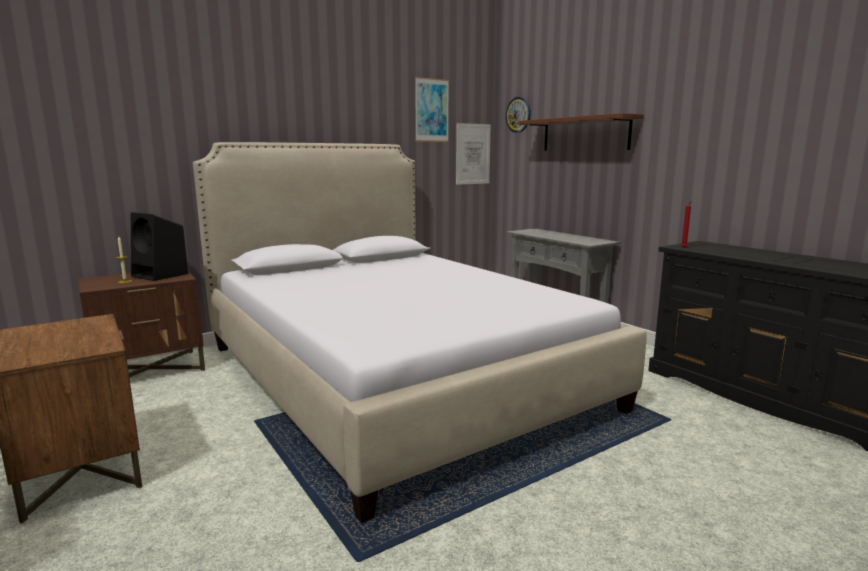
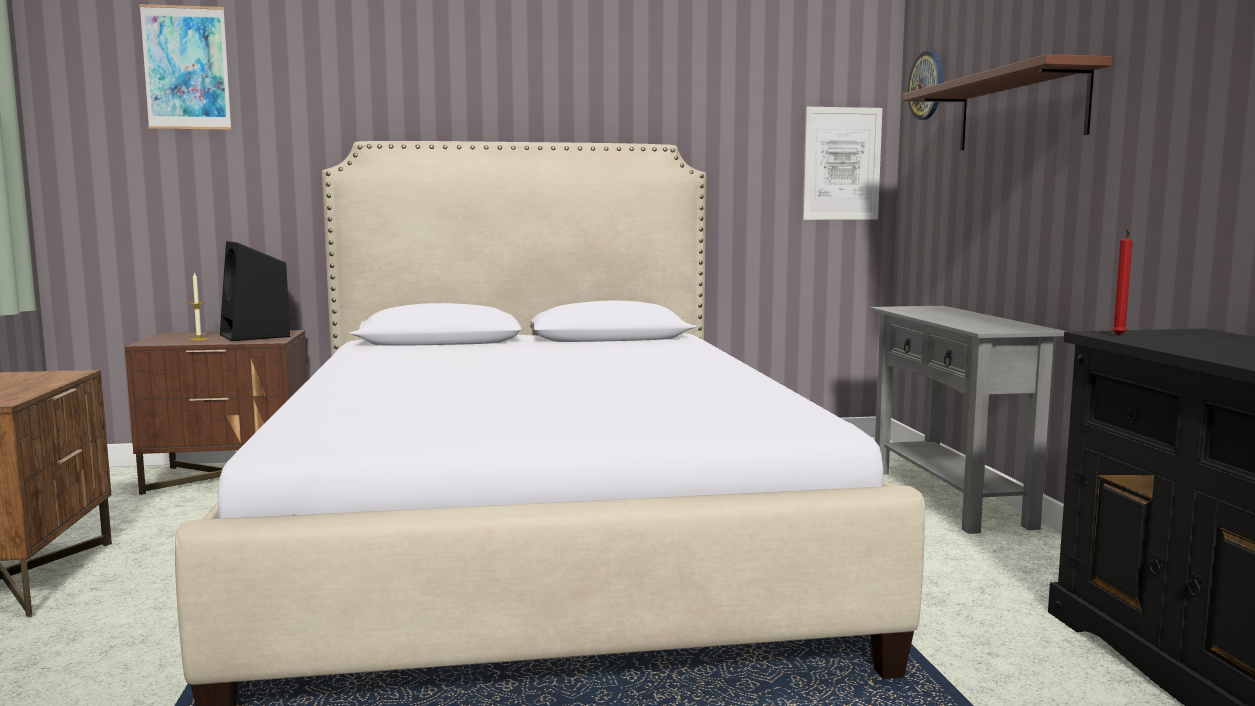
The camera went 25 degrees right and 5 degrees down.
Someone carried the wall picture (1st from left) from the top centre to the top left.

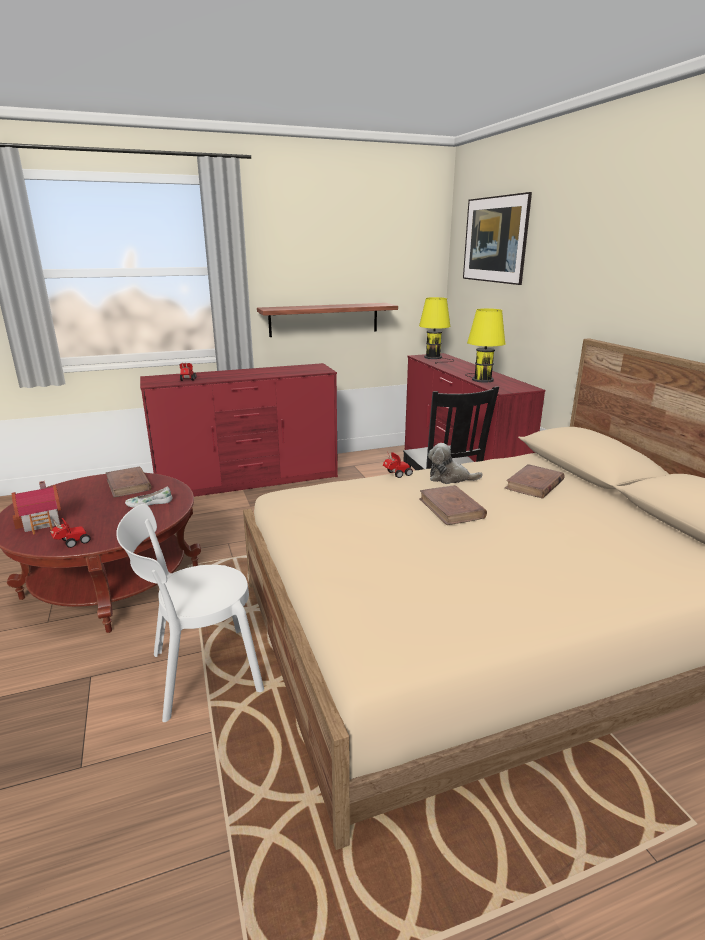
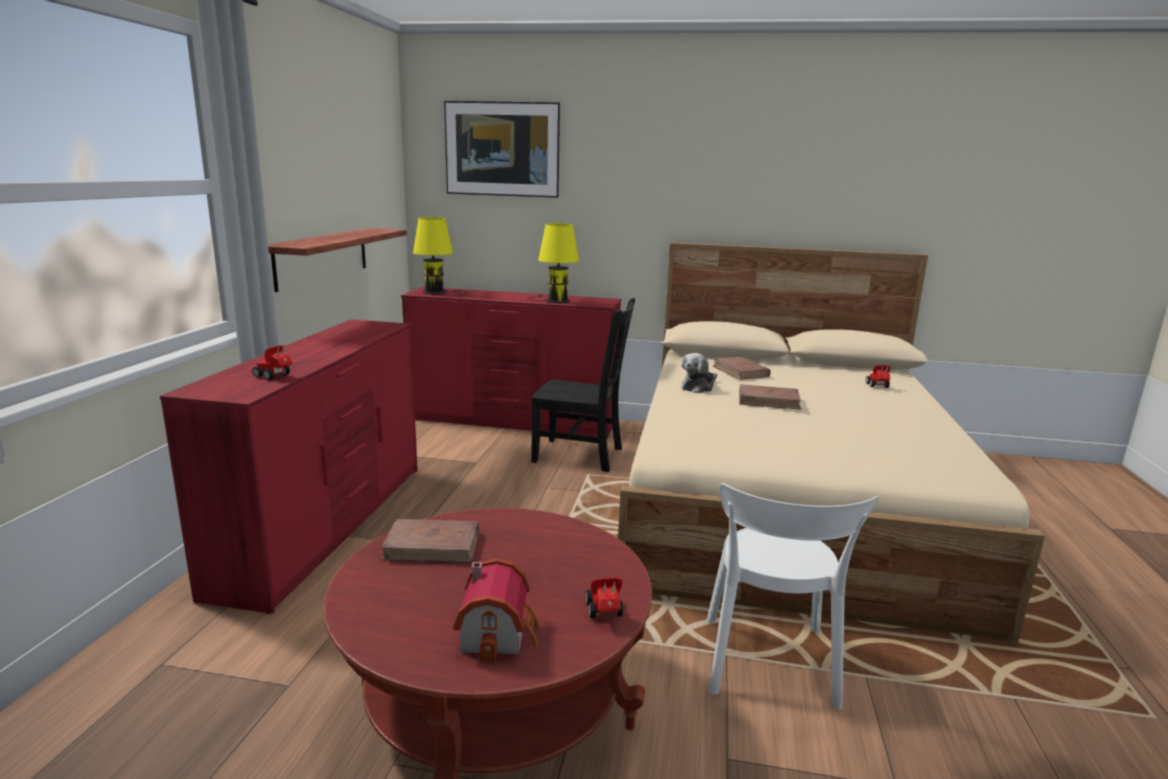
The camera went 60 degrees left and 5 degrees down.
Someone took away the white item of footwear at the middle left.
Someone carried the miniature car (3rd from left) from the centre to the middle right.

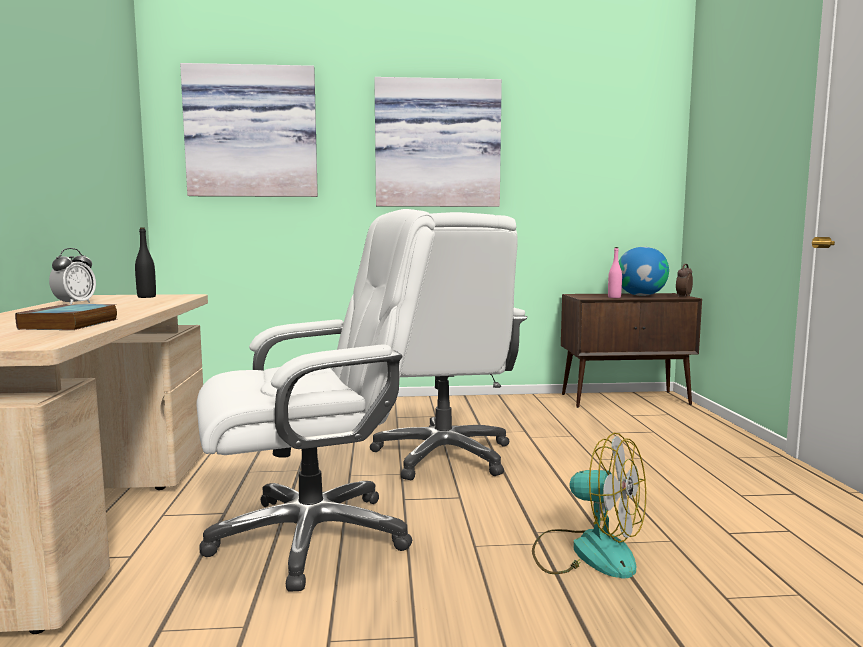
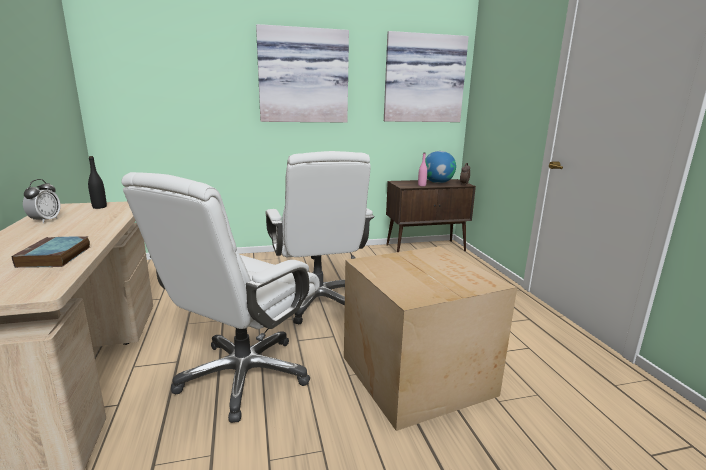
The camera went 10 degrees left and 10 degrees up.
Someone carried the wall picture (1st from left in the first image) from the top left to the top centre.
Someone rotated the white office chair (1st from left) at the centre by 150 degrees clockwise.
Someone swapped the electric fan at the bottom right for the carton at the bottom centre.

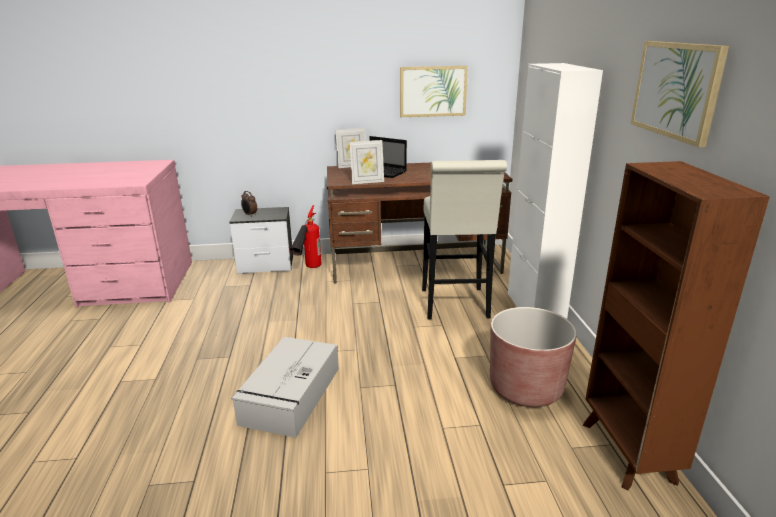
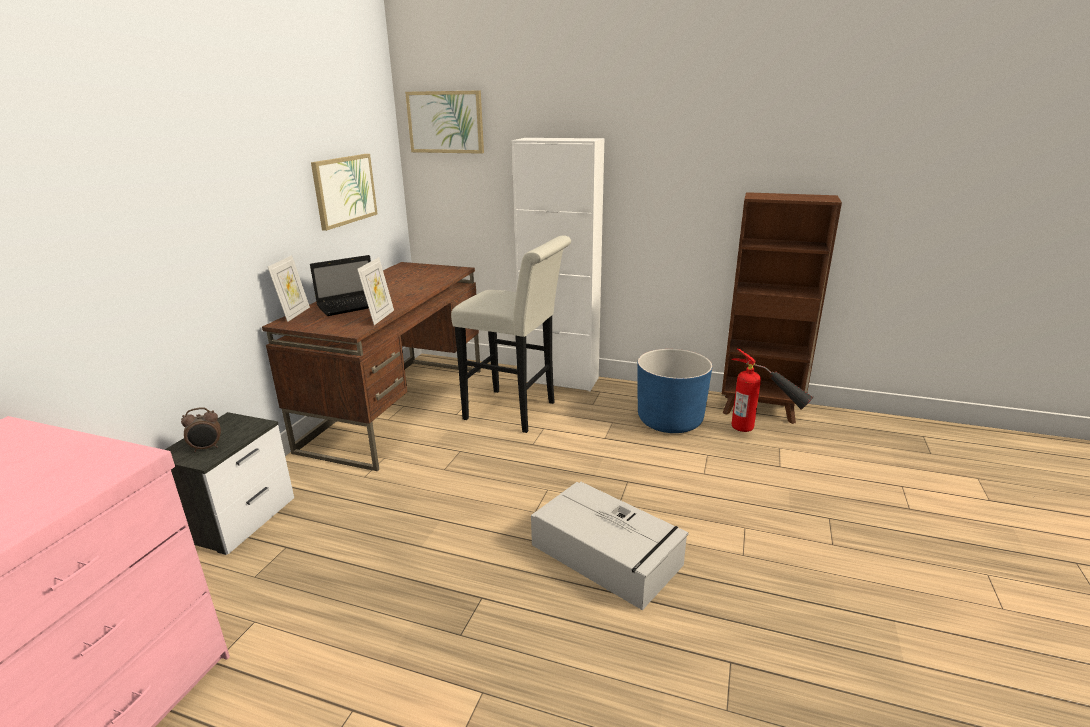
The camera went 65 degrees left and 0 degrees up.
Someone carried the fire extinguisher from the centre to the middle right.
Someone repainted the brownish planter at the bottom right, which became the blue planter at the centre.
Someone carried the wall picture (2nd from left) from the top right to the top centre.

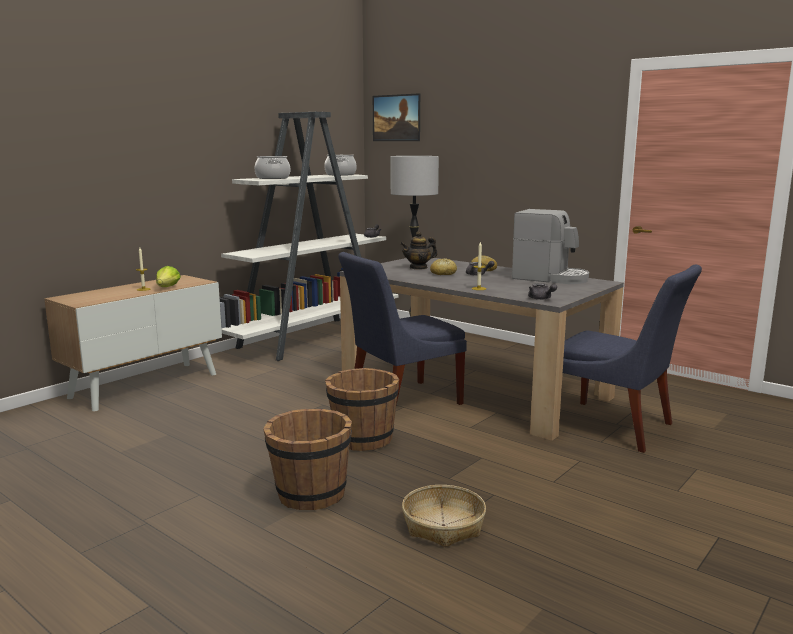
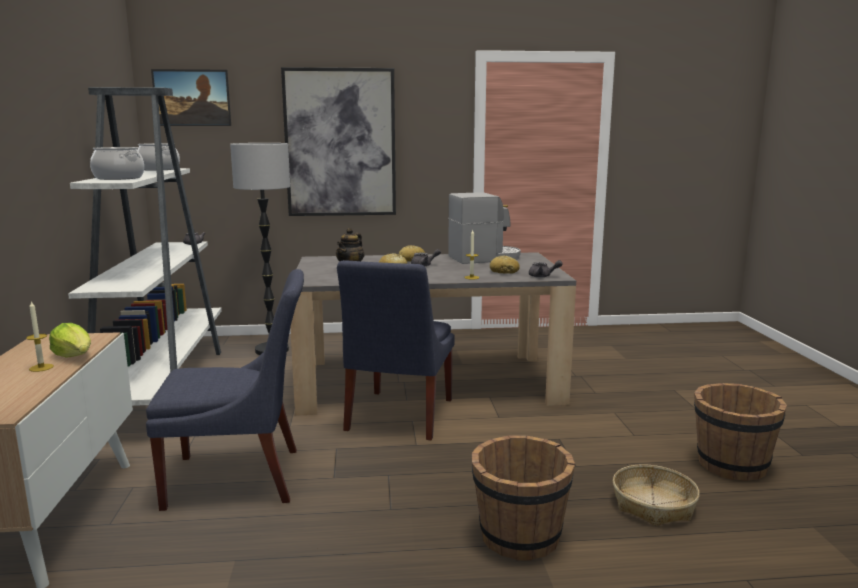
The camera went 45 degrees left and 0 degrees up.
Someone carried the brownish water bucket (2nd from left) from the centre to the bottom right.
Someone carried the blue plain chair (2nd from left in the first image) from the middle right to the middle left.
Someone put up the wall picture (2nd from left) at the top centre.
Someone put down the bakery bread (3rd from left) at the centre.

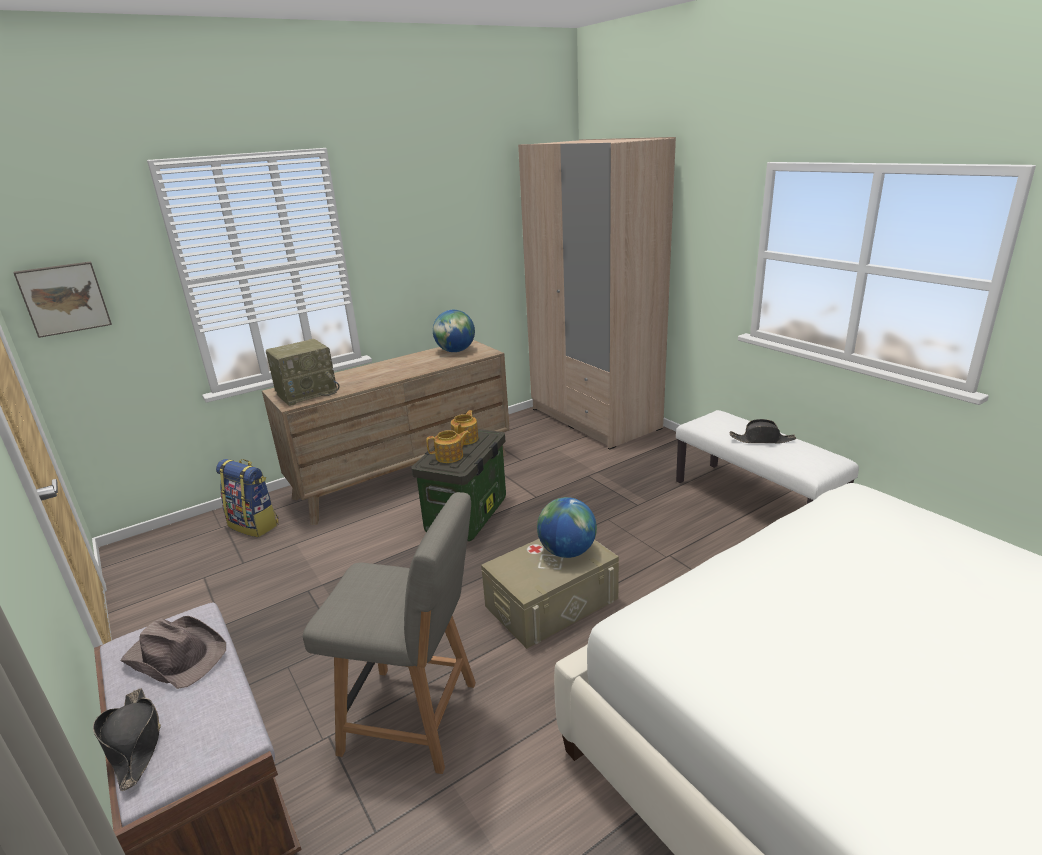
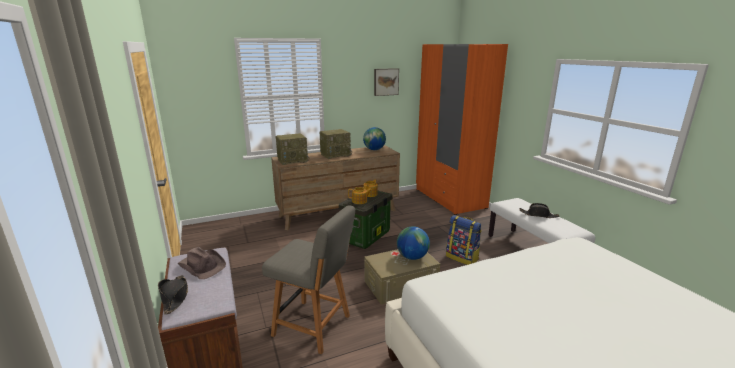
The camera went 10 degrees right and 5 degrees down.
Someone carried the wall picture from the middle left to the top centre.
Someone carried the knapsack from the middle left to the centre.
Someone repainted the beige armoire at the centre, which became the orange armoire at the centre.
Someone put down the radio set (2nd from left) at the centre.

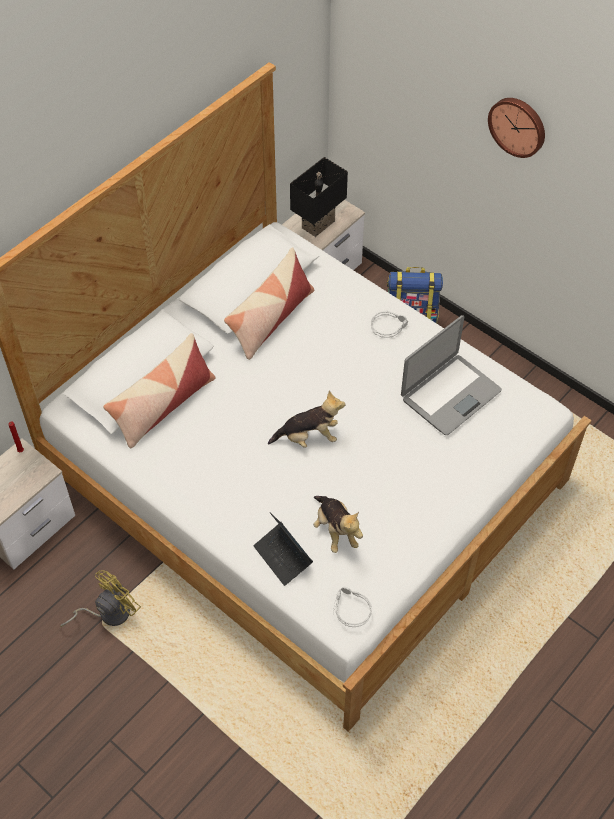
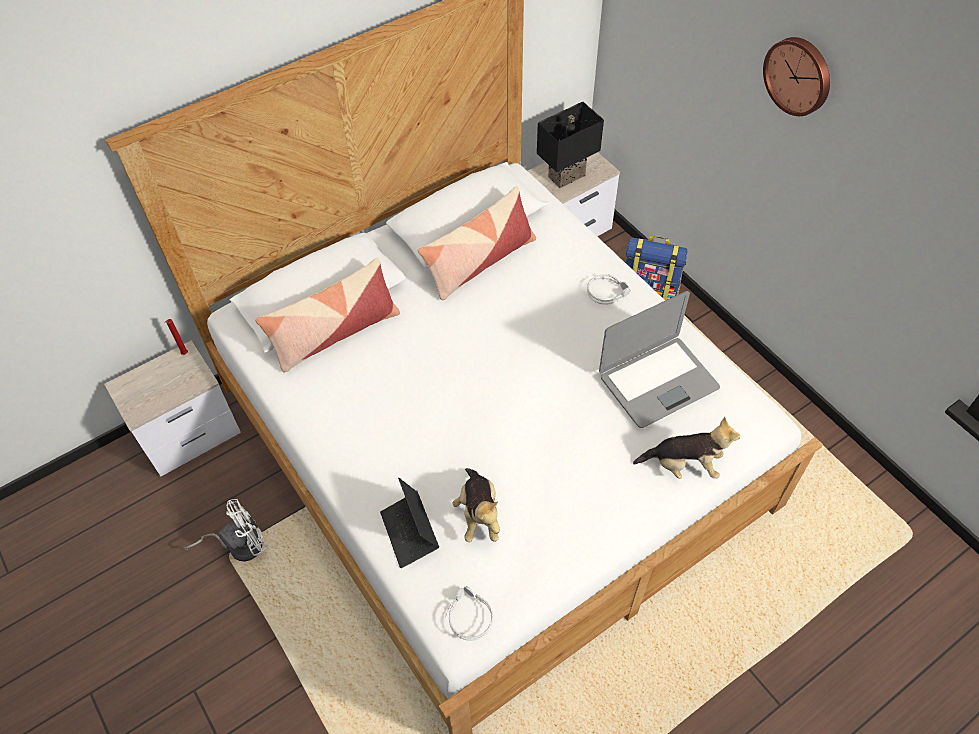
The camera went 15 degrees right and 0 degrees up.
Someone repainted the yellow-coloured electric fan at the bottom left, which became the white electric fan at the bottom left.
Someone carried the cuddly toy (1st from left in the first image) from the centre to the middle right.

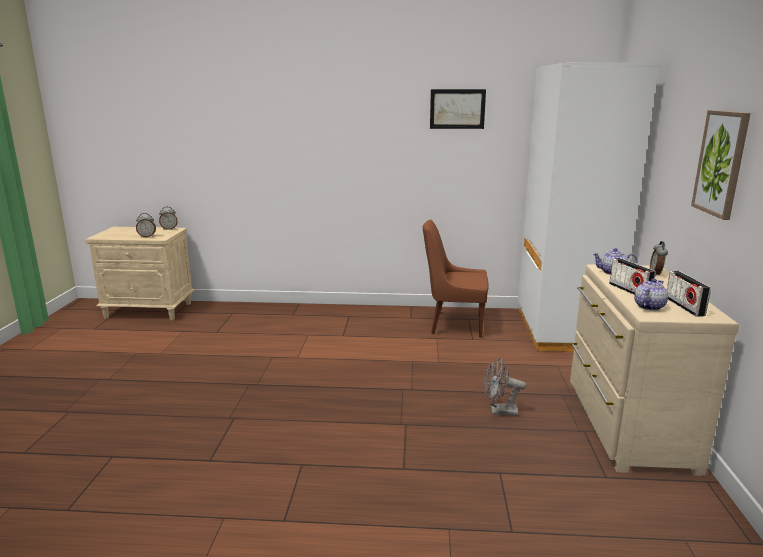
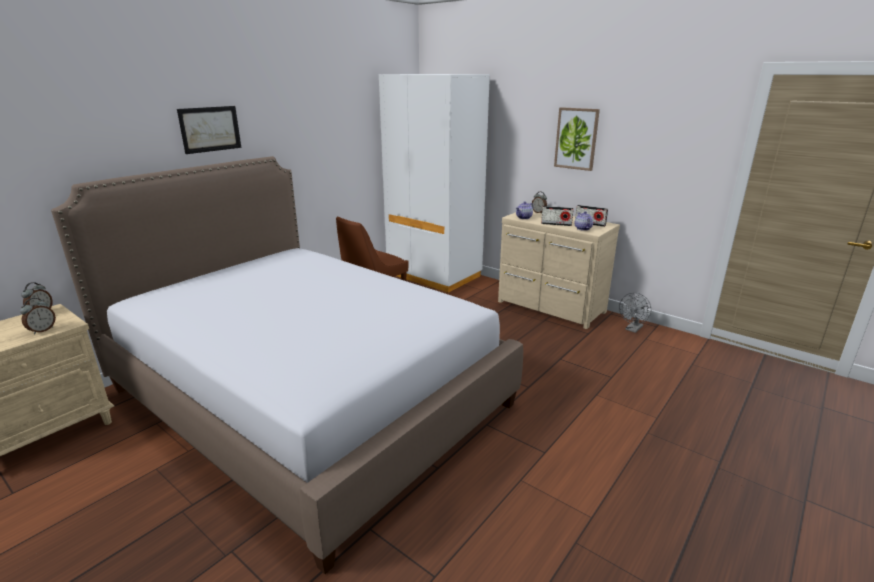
The camera went 55 degrees left and 5 degrees up.
Someone carried the wall picture (1st from left) from the top centre to the top left.
Someone carried the gray electric fan from the bottom centre to the middle right.
Someone put down the sleeping bed at the middle left.

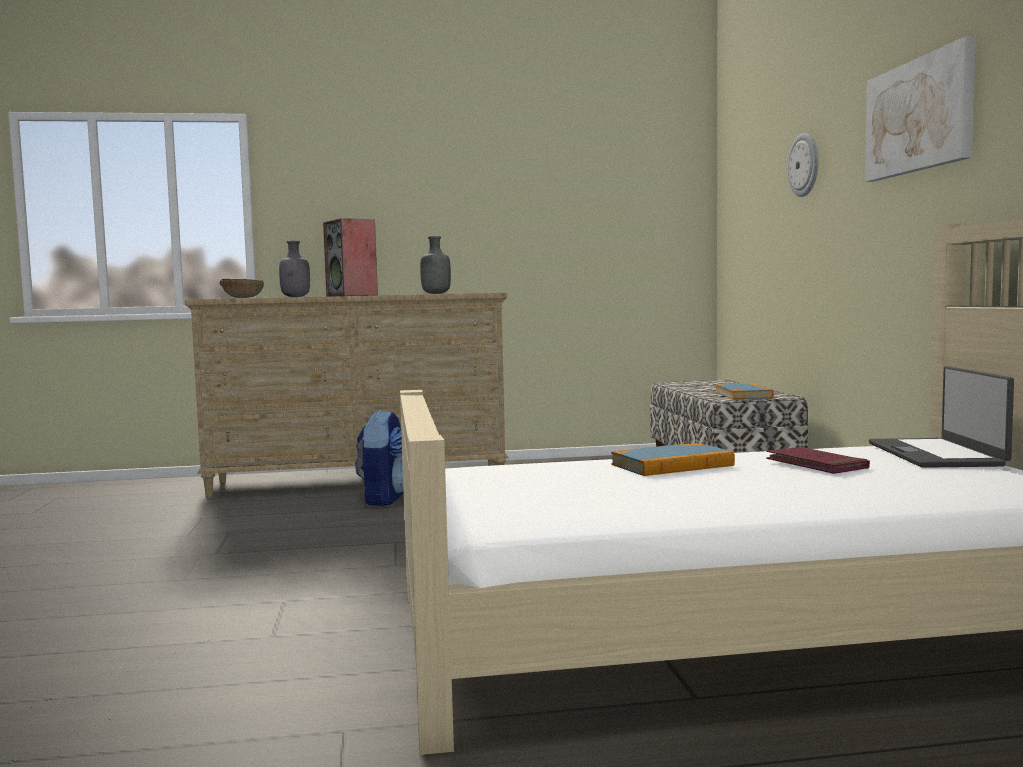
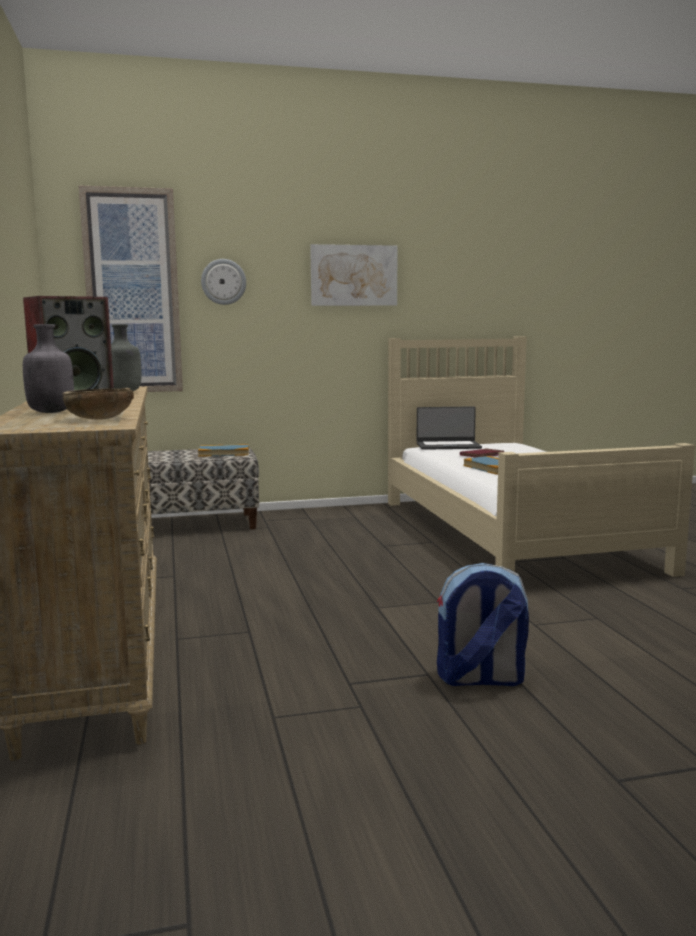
The camera went 95 degrees left and 5 degrees up.
Someone carried the knapsack from the centre to the bottom right.
Someone put up the wall picture (1st from left) at the top left.

